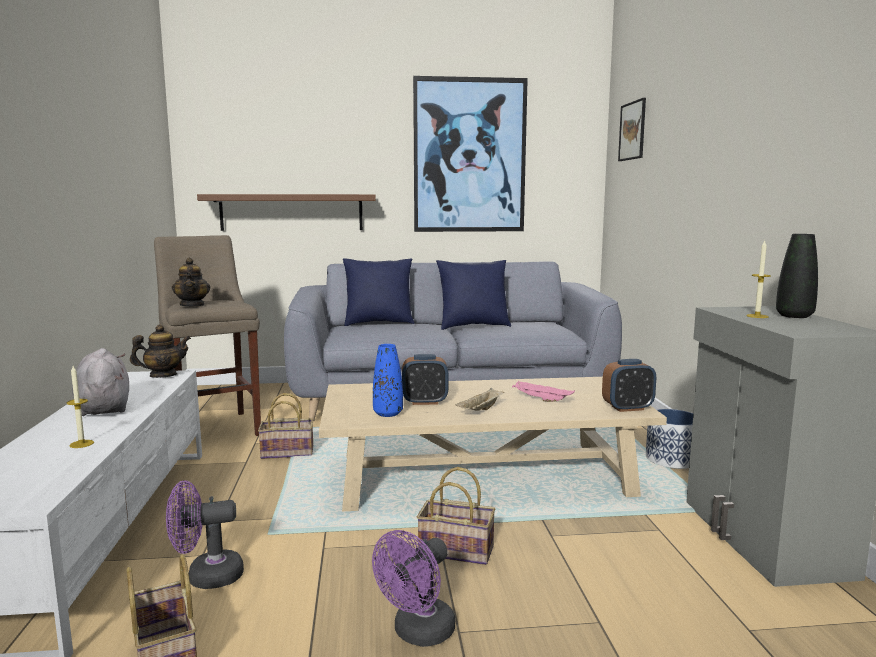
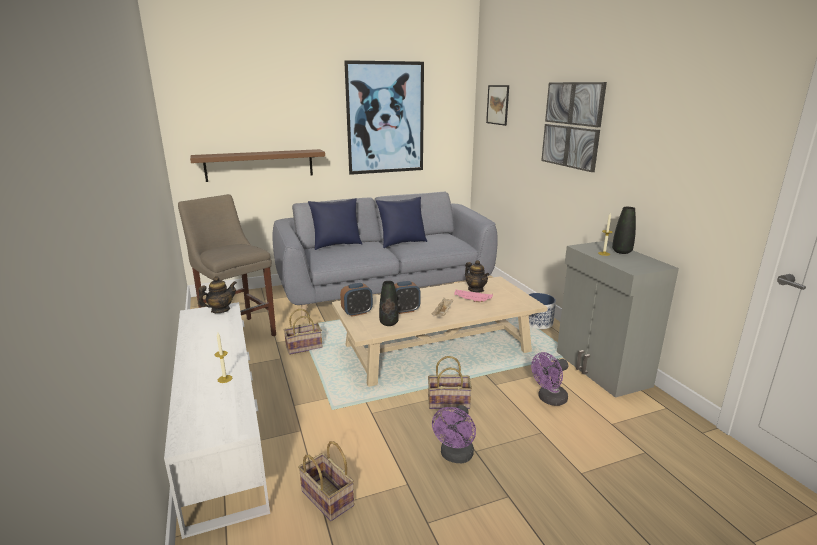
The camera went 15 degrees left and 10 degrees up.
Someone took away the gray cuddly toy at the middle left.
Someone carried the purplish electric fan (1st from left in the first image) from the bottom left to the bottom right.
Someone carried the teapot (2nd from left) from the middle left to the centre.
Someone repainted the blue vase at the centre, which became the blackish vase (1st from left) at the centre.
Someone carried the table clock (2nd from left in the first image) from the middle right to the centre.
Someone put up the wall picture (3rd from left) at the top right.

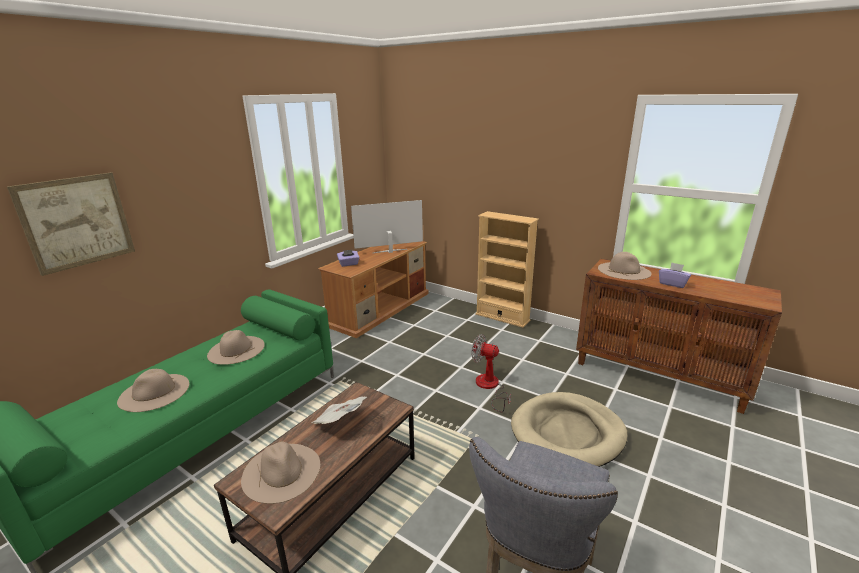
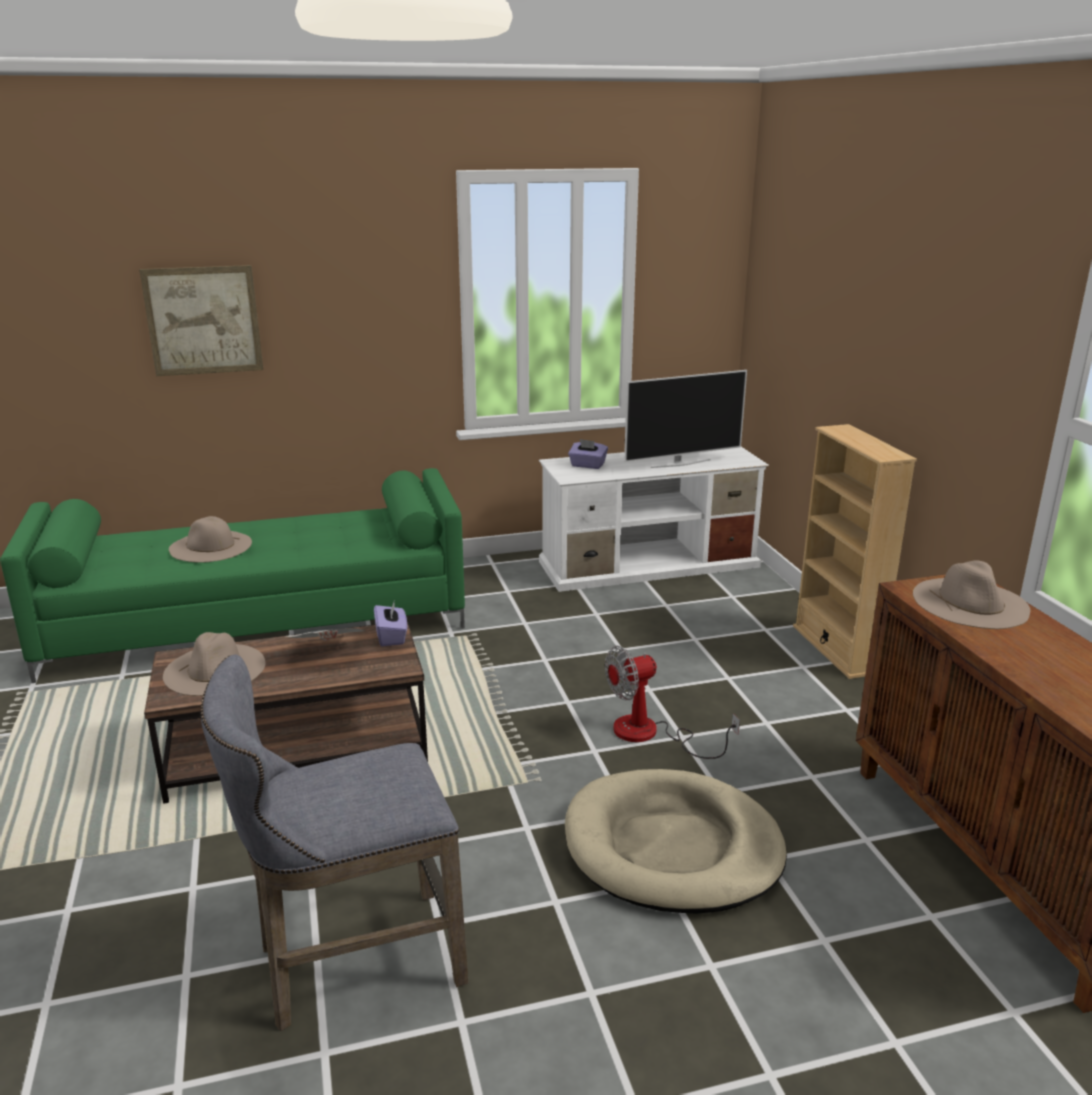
The camera went 40 degrees right and 0 degrees up.
Someone took away the beige wearable hat (2nd from left) at the middle left.
Someone repainted the brownish media console at the centre, which became the white media console at the centre.
Someone rotated the television at the centre by 135 degrees clockwise.
Someone rotated the electric fan at the centre by 90 degrees counterclockwise.
Someone carried the purplish box of tissues (2nd from left in the first image) from the middle right to the centre.

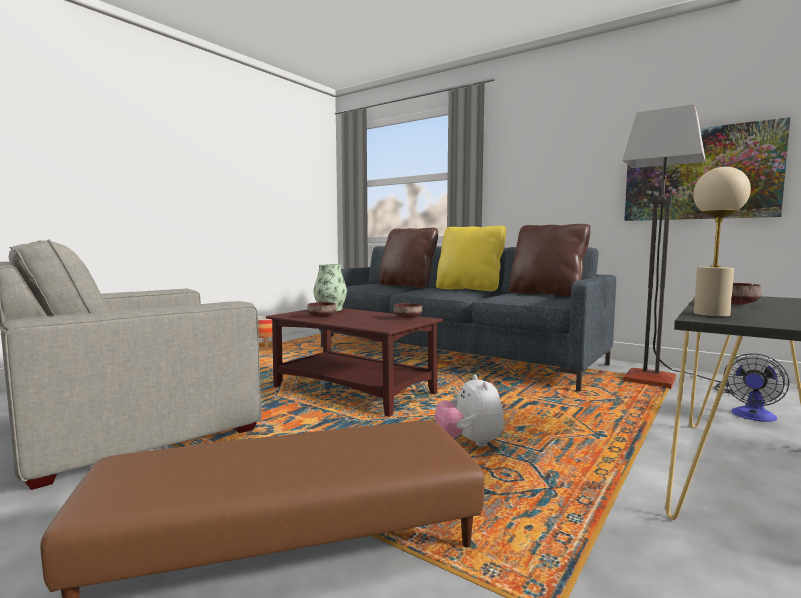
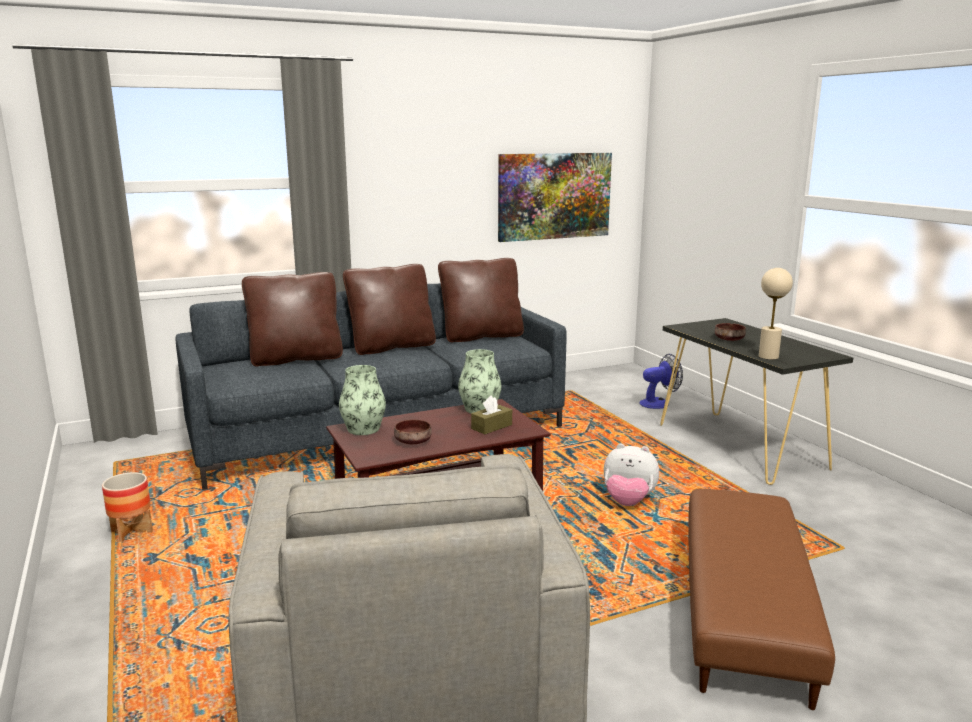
The camera went 60 degrees left and 10 degrees up.
Someone swapped the brownish bowl (2nd from left) at the centre for the vase (2nd from left) at the centre.
Someone repainted the yellow-coloured pillow at the centre, which became the brownish pillow (2nd from left) at the centre.
Someone took away the standard lamp at the middle right.
Someone rotated the electric fan at the middle right by 90 degrees counterclockwise.
Someone put down the brownish box of tissues at the centre.

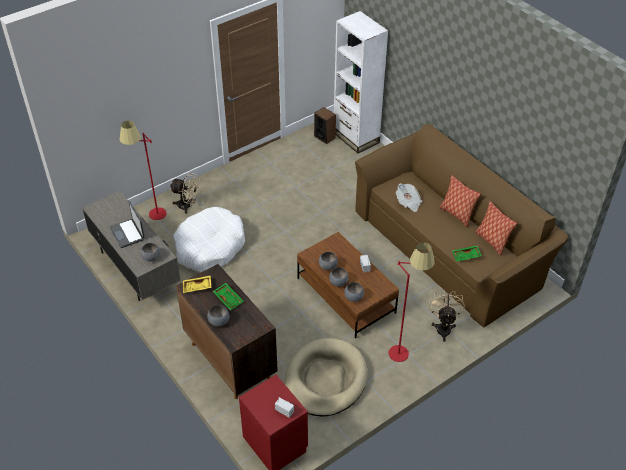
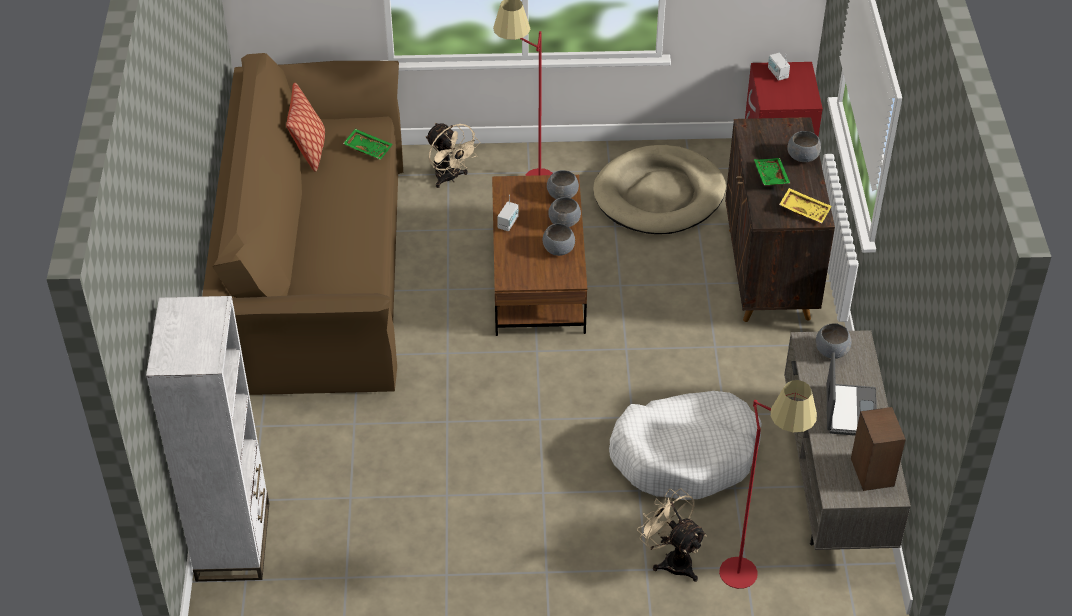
The camera went 145 degrees left and 0 degrees up.
Someone carried the speaker from the top centre to the bottom right.
Someone took away the printed paper at the centre.
Someone rotated the beige electric fan (2nd from left in the first image) at the bottom right by 75 degrees counterclockwise.
Someone took away the pillow (1st from left) at the middle right.

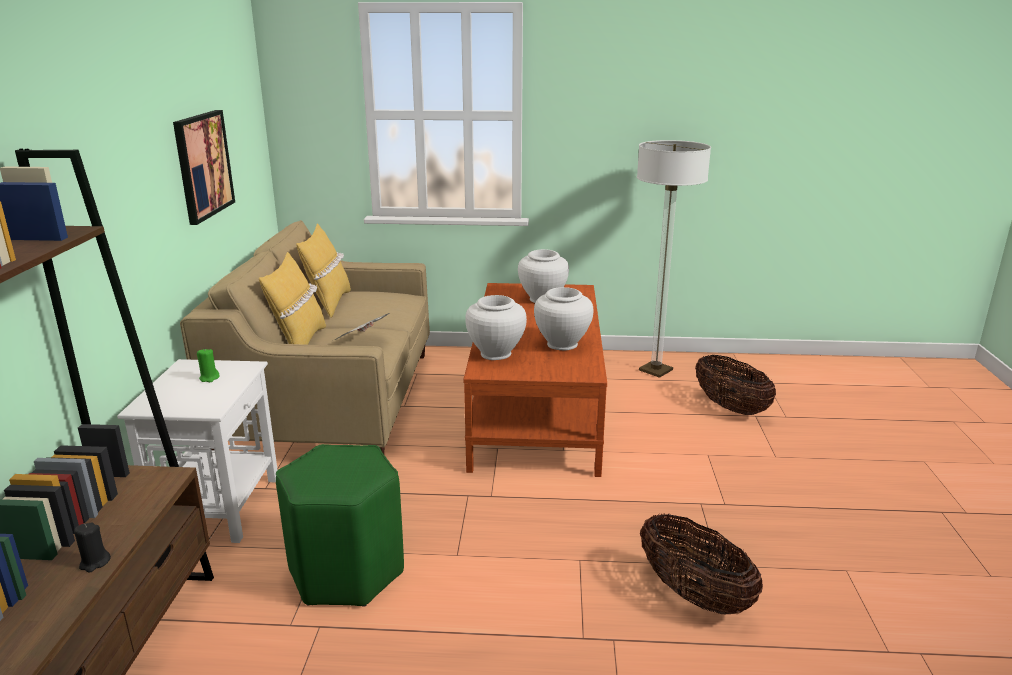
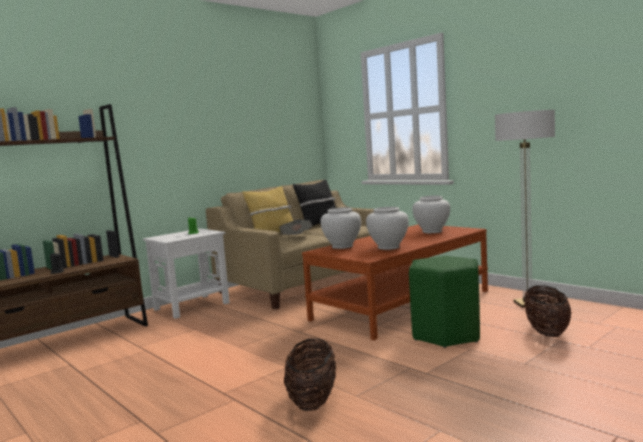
The camera went 45 degrees right and 15 degrees down.
Someone took away the wall picture at the top left.
Someone carried the green sitting stool from the bottom centre to the bottom right.
Someone repainted the yellow-coloured pillow (2nd from left) at the middle left, which became the blackish pillow at the centre.

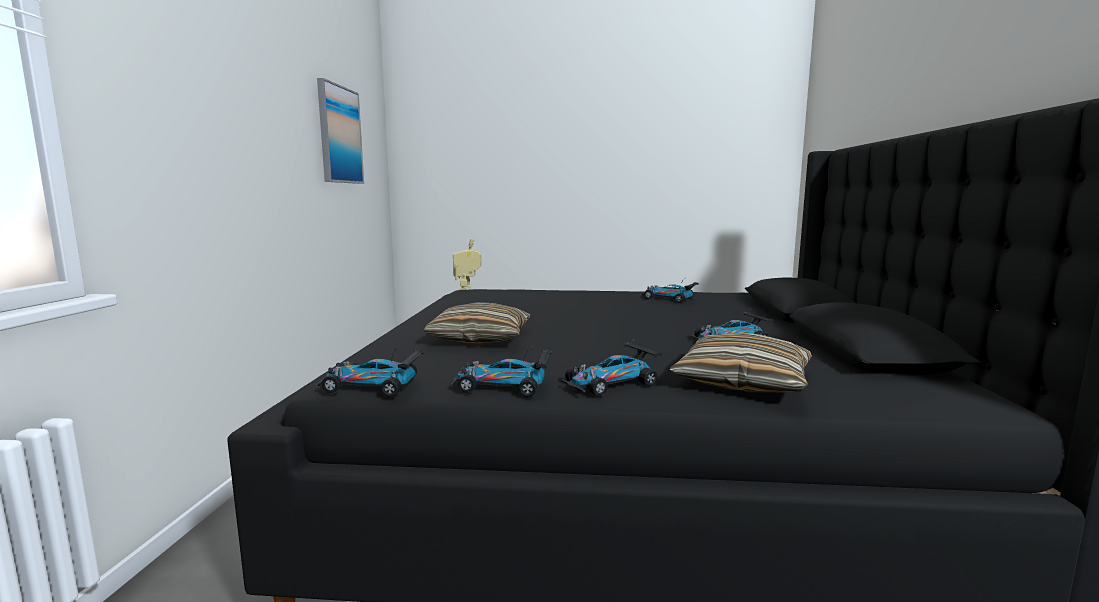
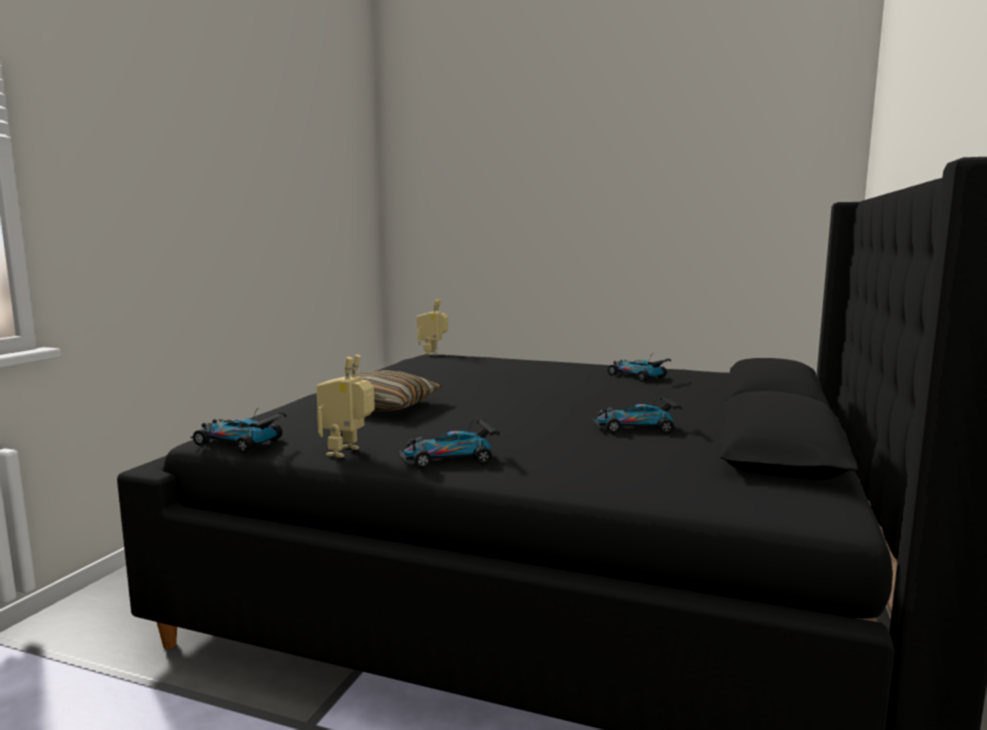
The camera went 15 degrees right and 0 degrees up.
Someone took away the wall picture at the top left.
Someone swapped the miniature car (2nd from left) at the centre for the toy robot (1st from left) at the centre.
Someone took away the pillow (2nd from left) at the middle right.

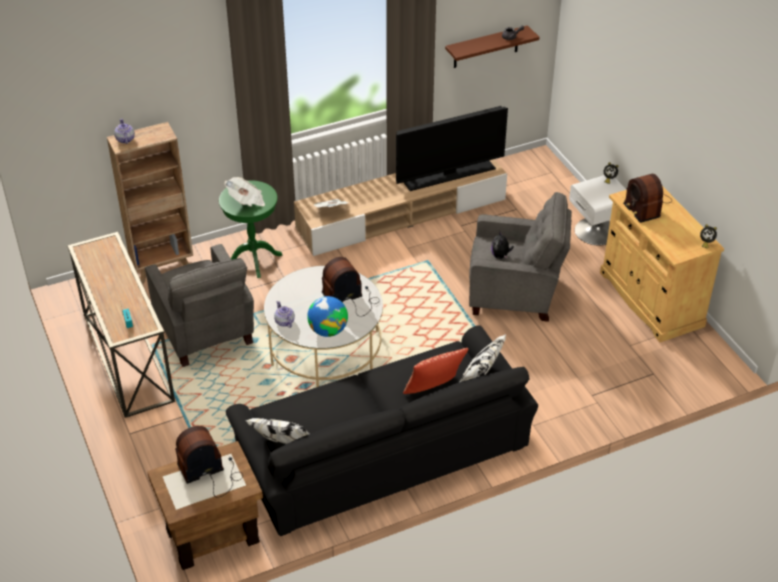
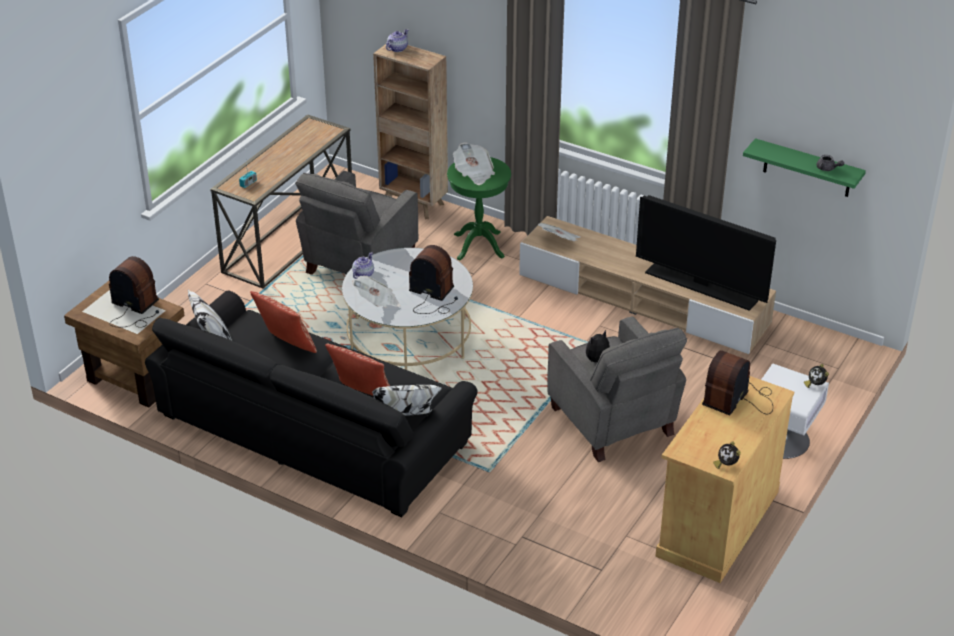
The camera went 55 degrees right and 5 degrees down.
Someone swapped the world globe at the centre for the printed paper (1st from left) at the centre.
Someone repainted the brownish wall shelf at the top centre, which became the green wall shelf at the top right.
Someone put down the pillow (1st from left) at the middle left.

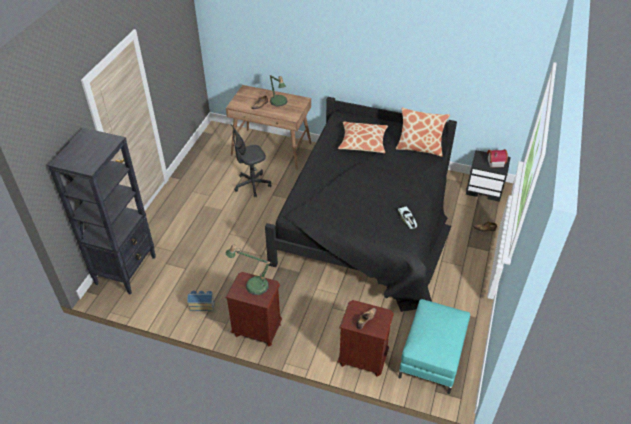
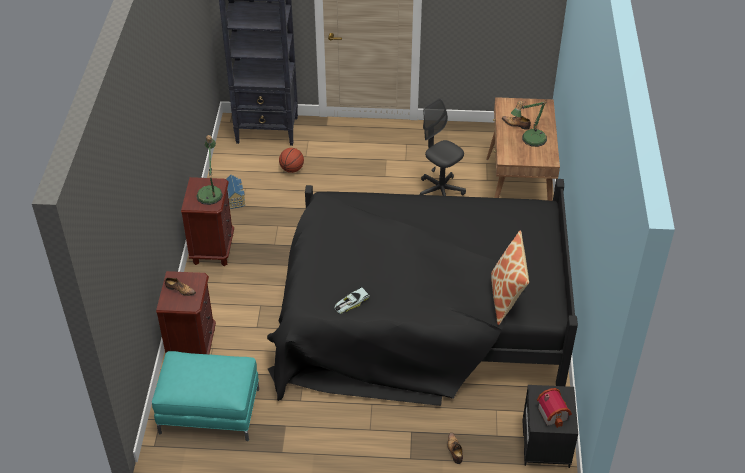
The camera went 75 degrees right and 0 degrees up.
Someone took away the pillow (1st from left) at the top centre.
Someone put down the basketball ball at the centre.

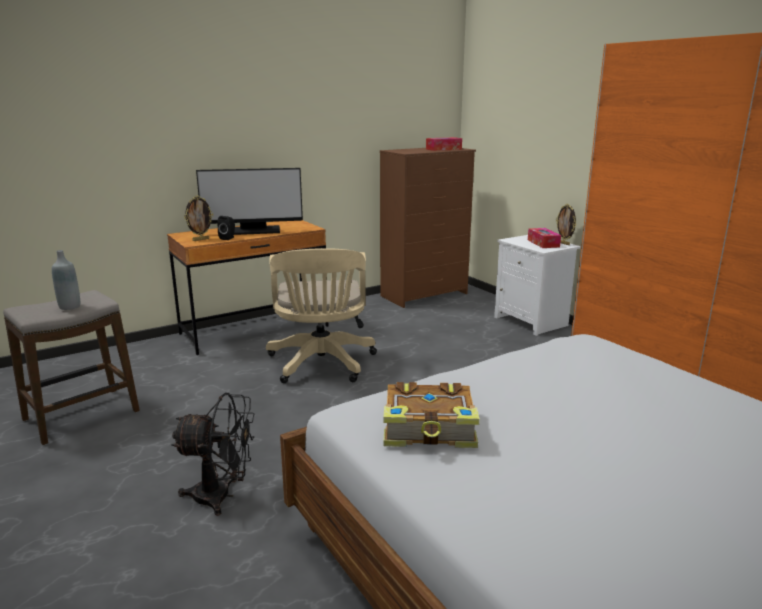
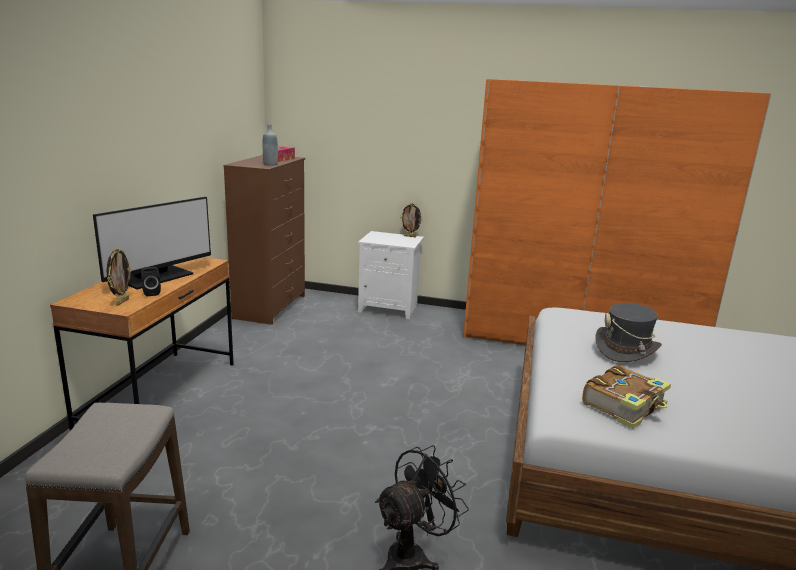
The camera went 45 degrees left and 0 degrees up.
Someone carried the gray bottle from the middle left to the top centre.
Someone took away the beige office chair at the centre.
Someone took away the box of tissues (2nd from left) at the middle right.
Someone put down the gray wearable hat at the middle right.

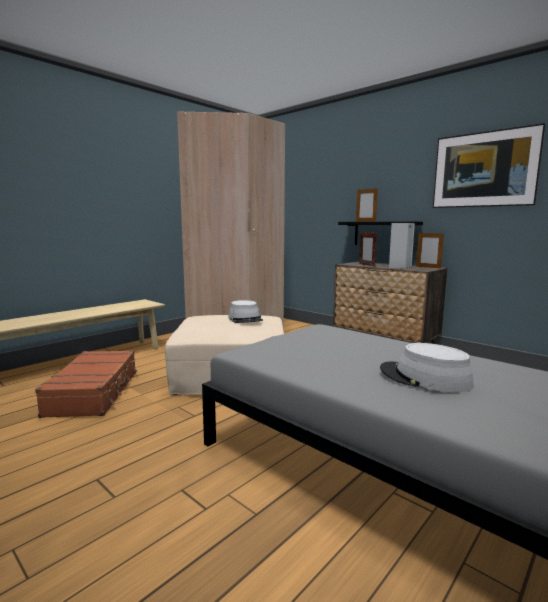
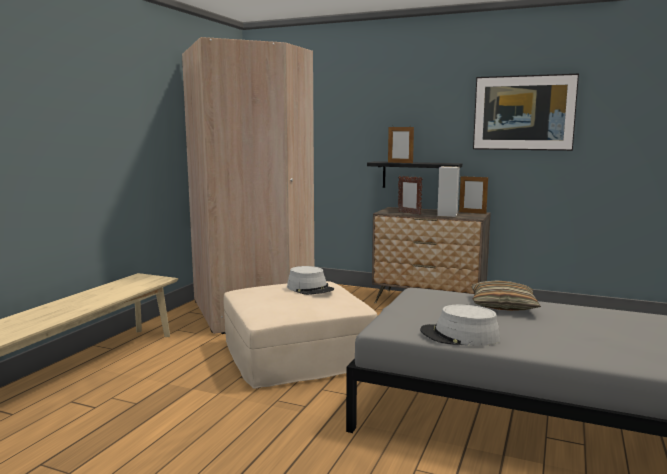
The camera went 20 degrees left and 0 degrees up.
Someone took away the brownish piece of luggage at the middle left.
Someone carried the gray wearable hat (2nd from left) from the middle right to the bottom right.
Someone put down the pillow at the middle right.

